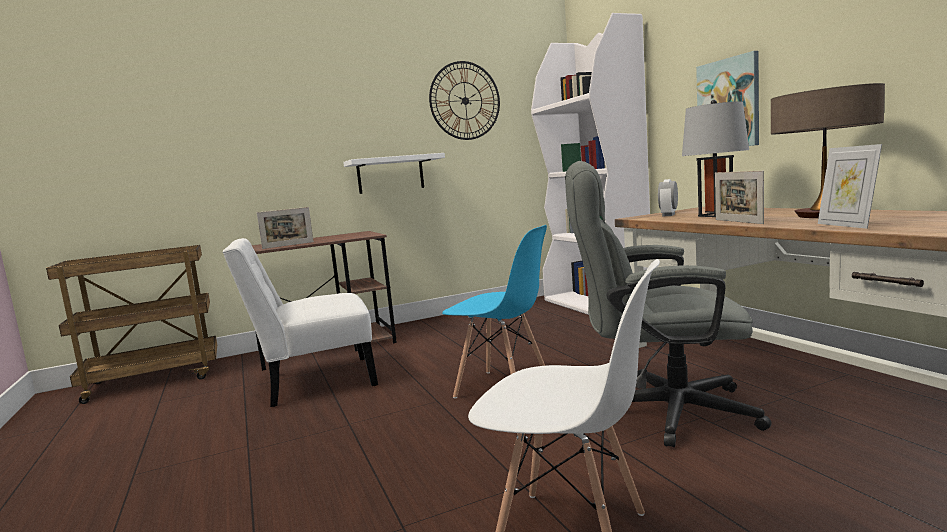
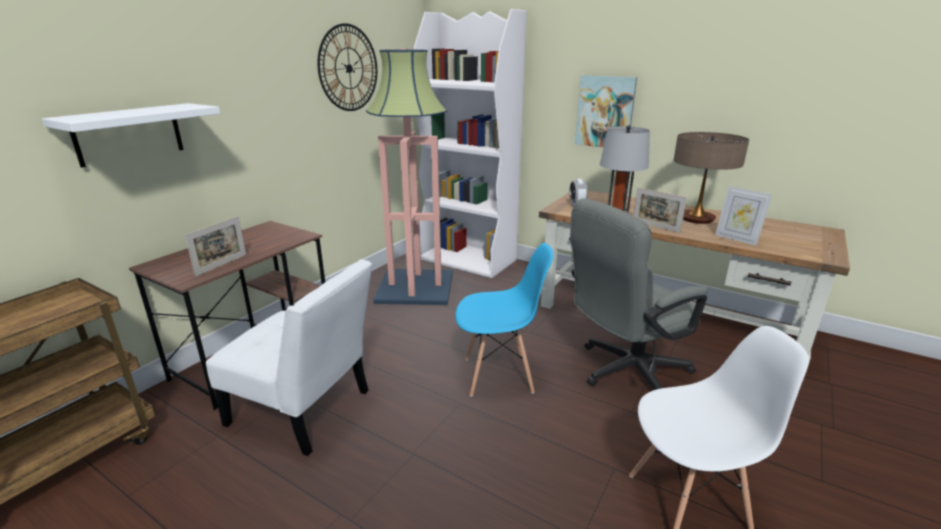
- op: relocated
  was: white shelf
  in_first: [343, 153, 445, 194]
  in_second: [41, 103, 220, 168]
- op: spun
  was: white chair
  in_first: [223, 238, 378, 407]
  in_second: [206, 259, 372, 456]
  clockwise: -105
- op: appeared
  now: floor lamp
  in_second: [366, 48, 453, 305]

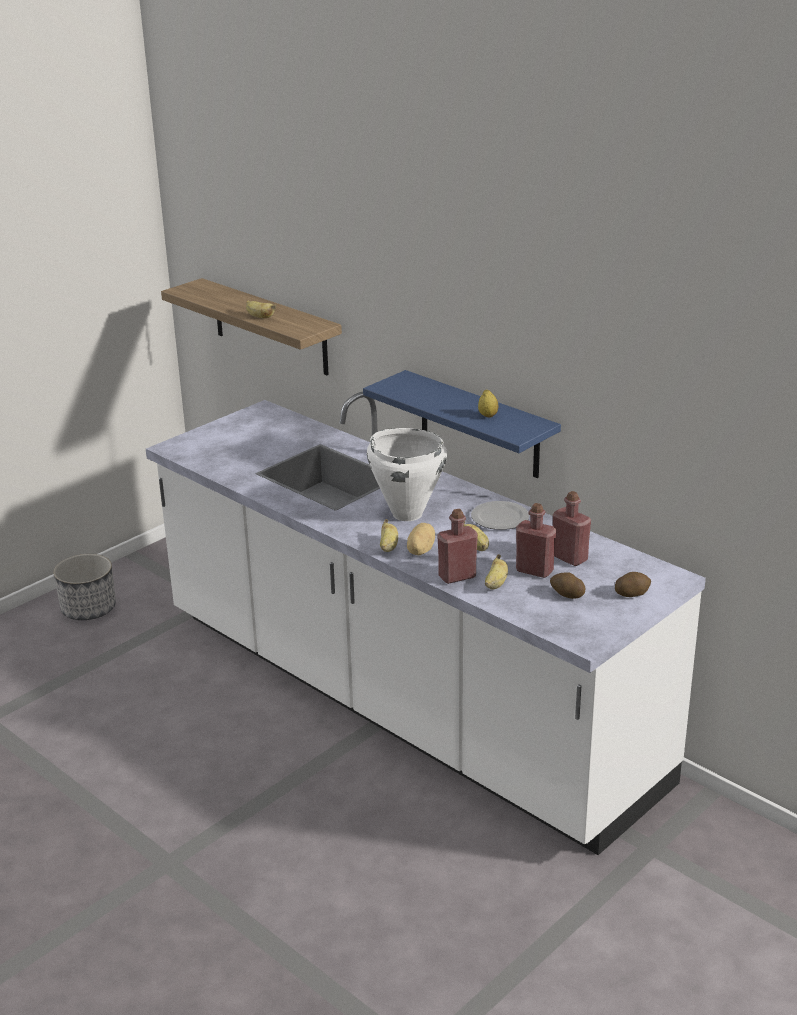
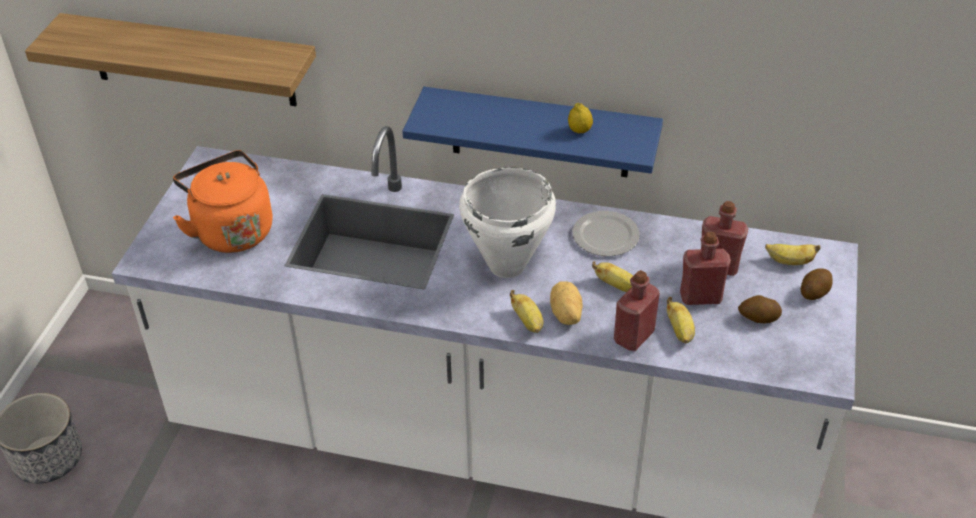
- op: relocated
  was: banana
  in_first: [246, 301, 276, 318]
  in_second: [765, 244, 820, 265]
- op: appeared
  now: orange kettle
  in_second: [173, 150, 273, 253]

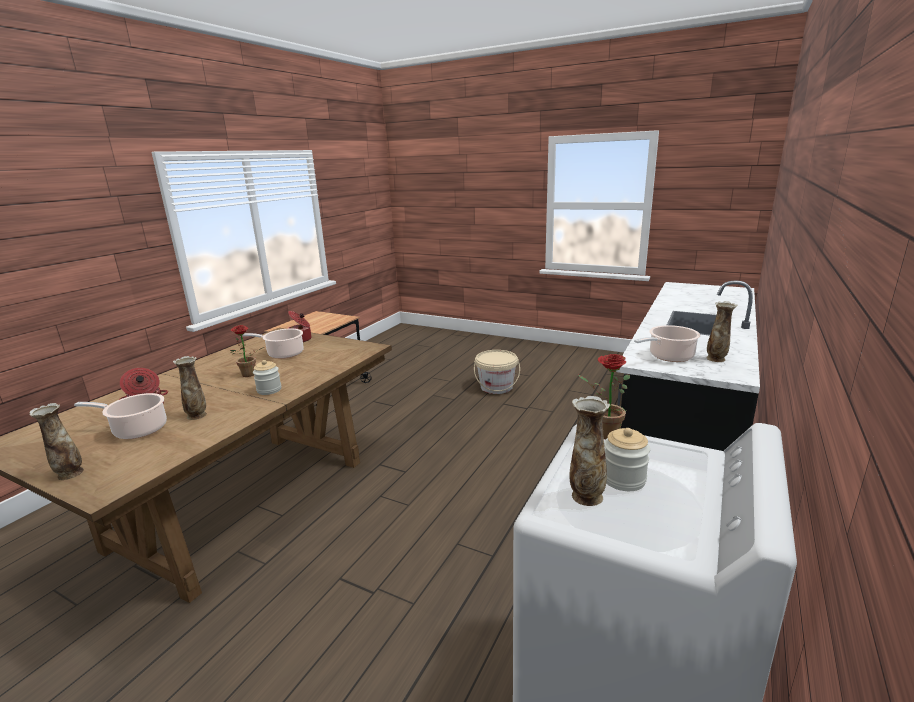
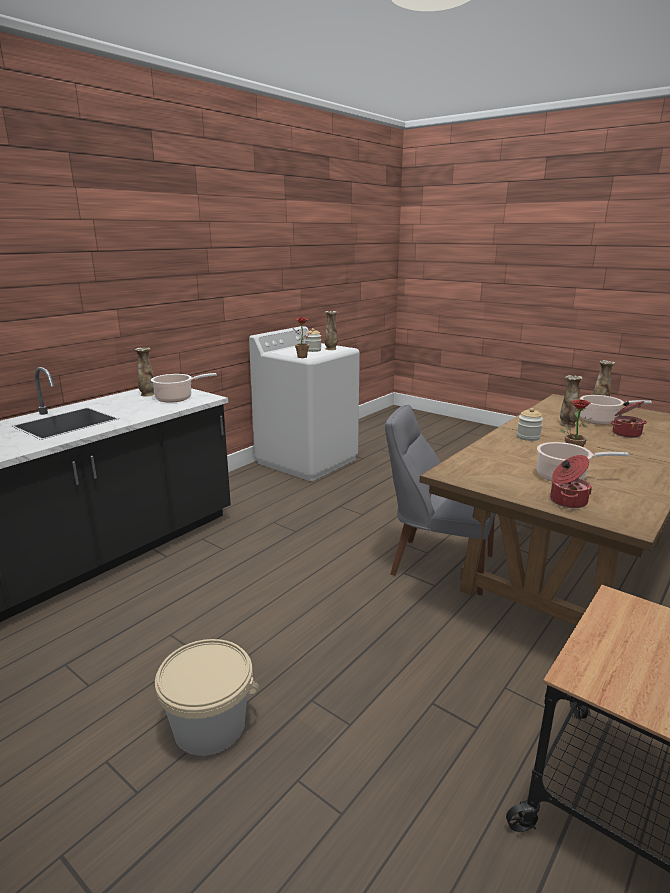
- op: appeared
  now: grey chair
  in_second: [385, 405, 495, 596]

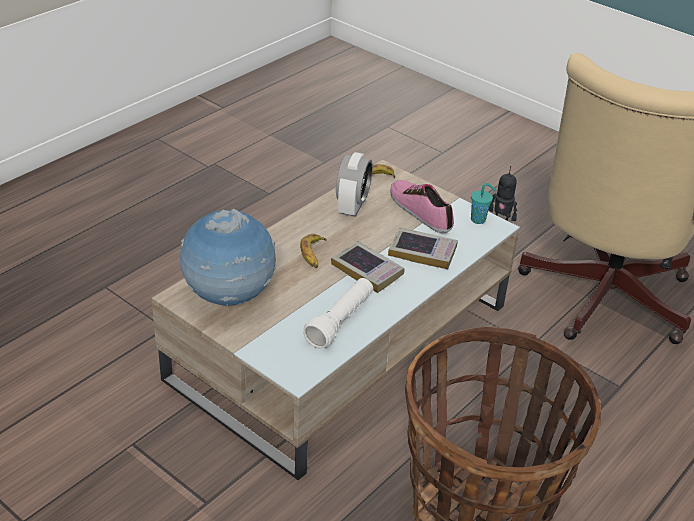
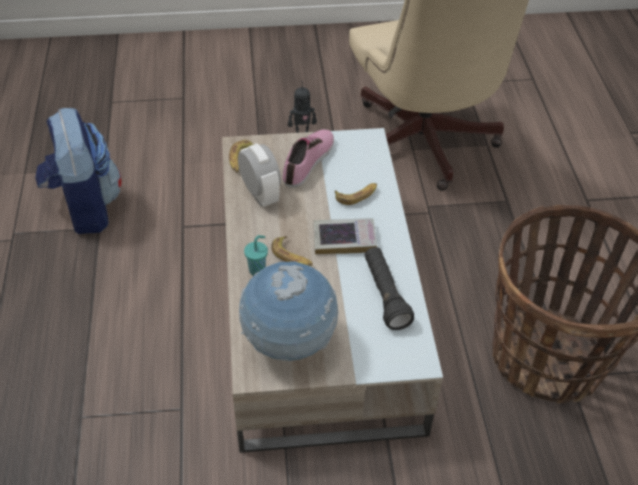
- op: spun
  was: shoe
  in_first: [390, 180, 454, 233]
  in_second: [282, 129, 334, 188]
  clockwise: 105
- op: relocated
  was: turquoise cup
  in_first: [471, 183, 496, 224]
  in_second: [244, 235, 268, 276]
- op: exchanged
  was: book
  now: banana
  in_first: [388, 227, 458, 270]
  in_second: [335, 183, 377, 205]
- op: colour
  was: white flashlight
  now: black flashlight
  in_first: [303, 278, 373, 349]
  in_second: [365, 247, 414, 330]
- op: appeared
  now: backpack
  in_second: [35, 108, 121, 234]

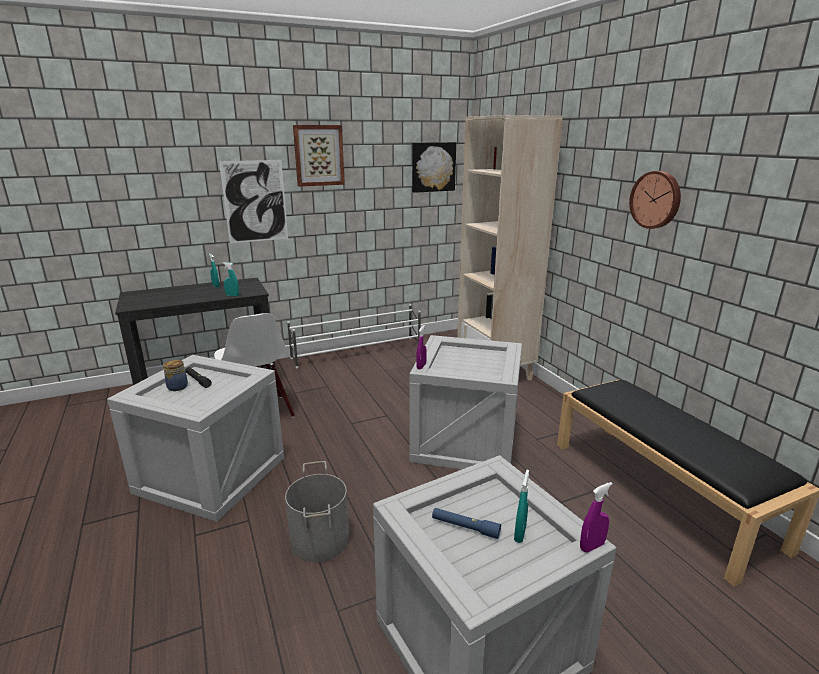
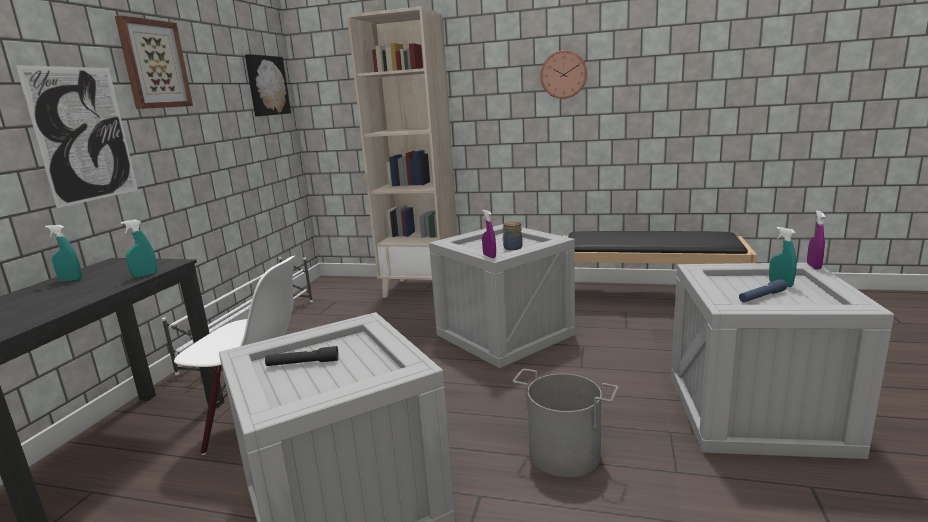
- op: relocated
  was: jar
  in_first: [163, 360, 188, 391]
  in_second: [502, 221, 523, 250]

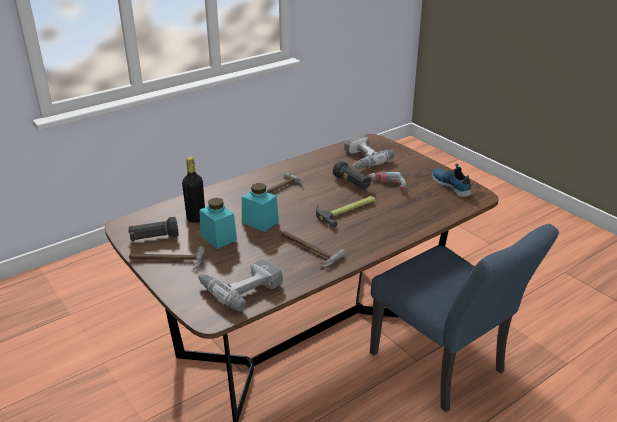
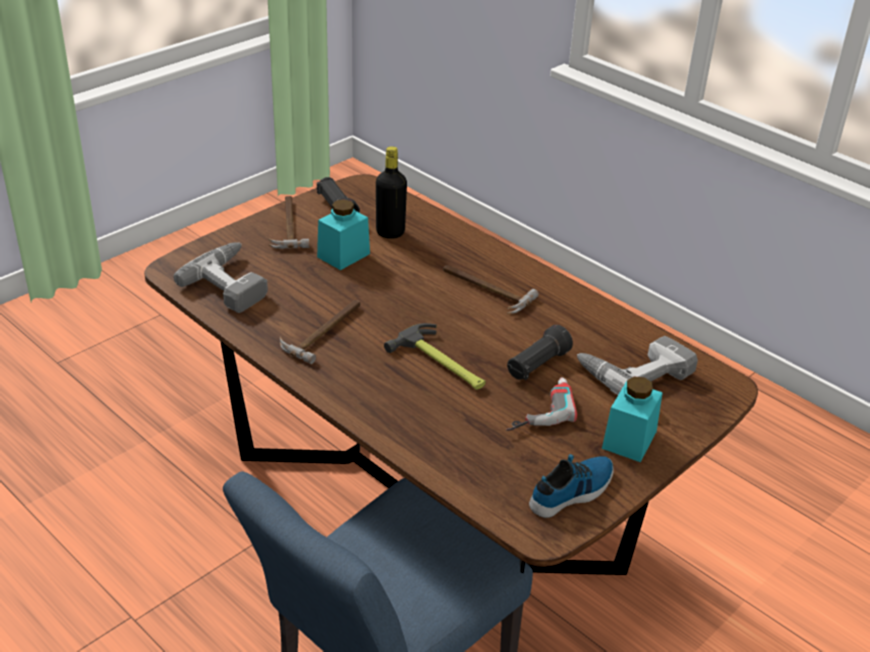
- op: relocated
  was: turquoise jar
  in_first: [242, 183, 279, 232]
  in_second: [602, 377, 663, 462]

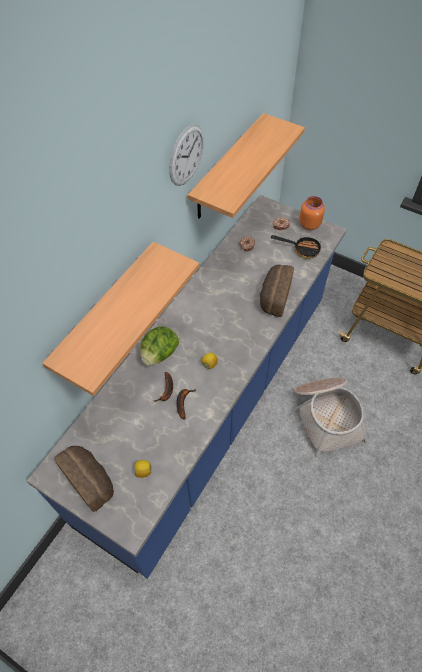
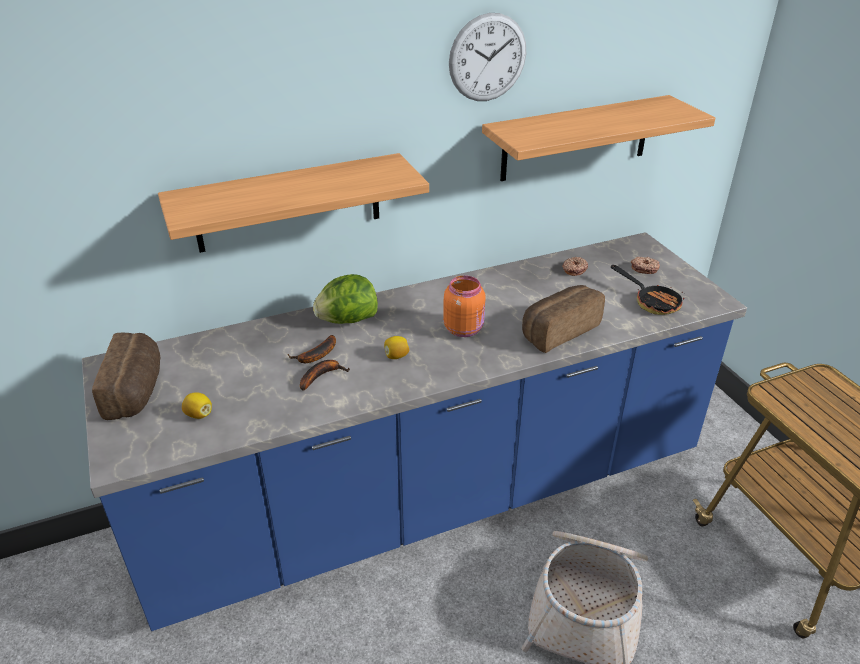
- op: relocated
  was: orange jar
  in_first: [299, 196, 325, 230]
  in_second: [443, 276, 486, 337]

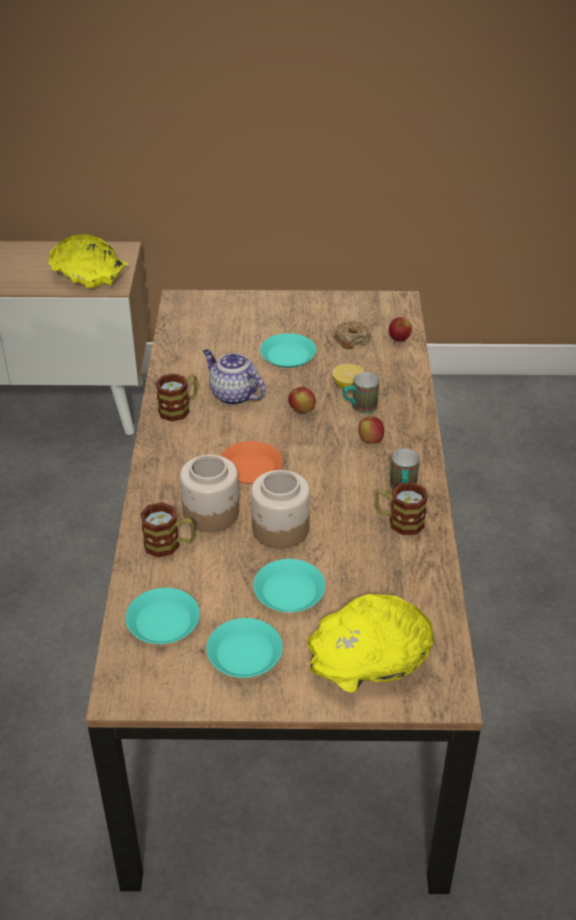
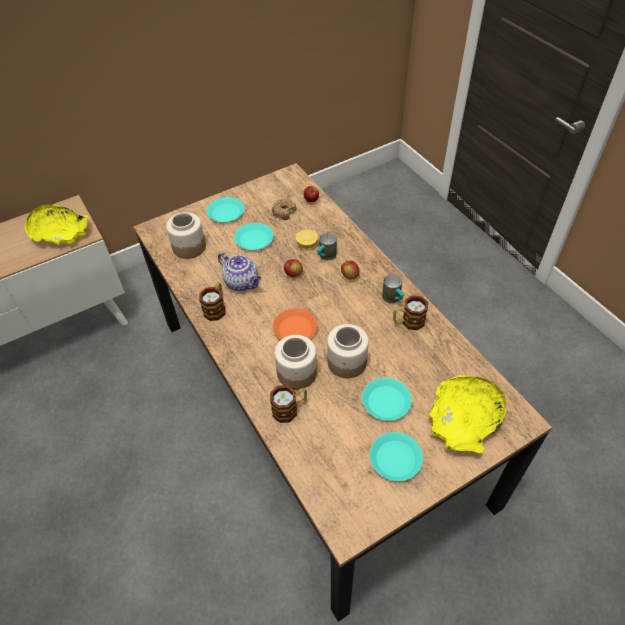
- op: spun
  was: teapot
  in_first: [203, 349, 265, 405]
  in_second: [218, 252, 261, 291]
  clockwise: -150
- op: relocated
  was: turquoise plate
  in_first: [125, 588, 200, 644]
  in_second: [207, 197, 244, 223]
- op: appeared
  now: jar
  in_second: [166, 212, 206, 259]

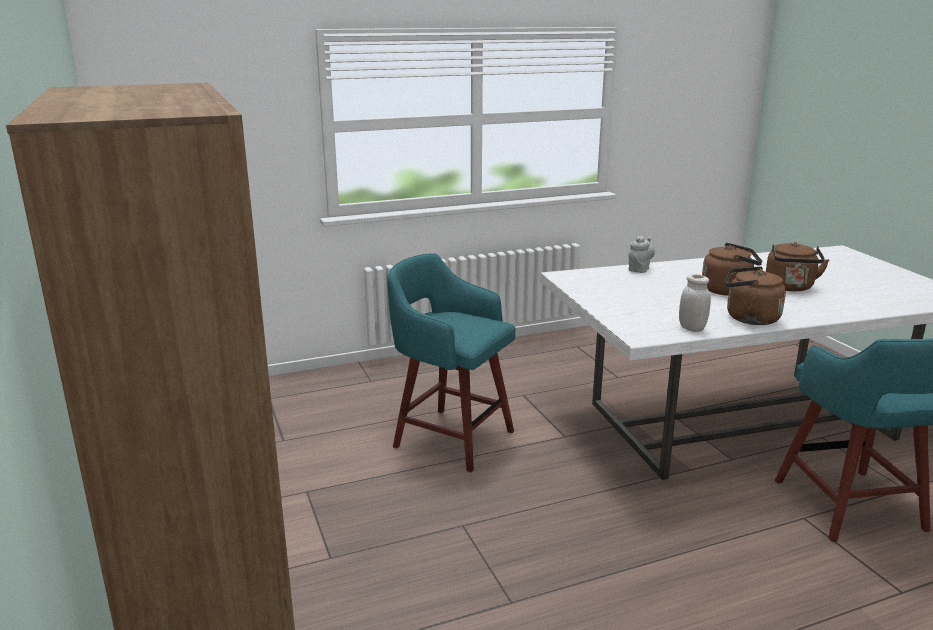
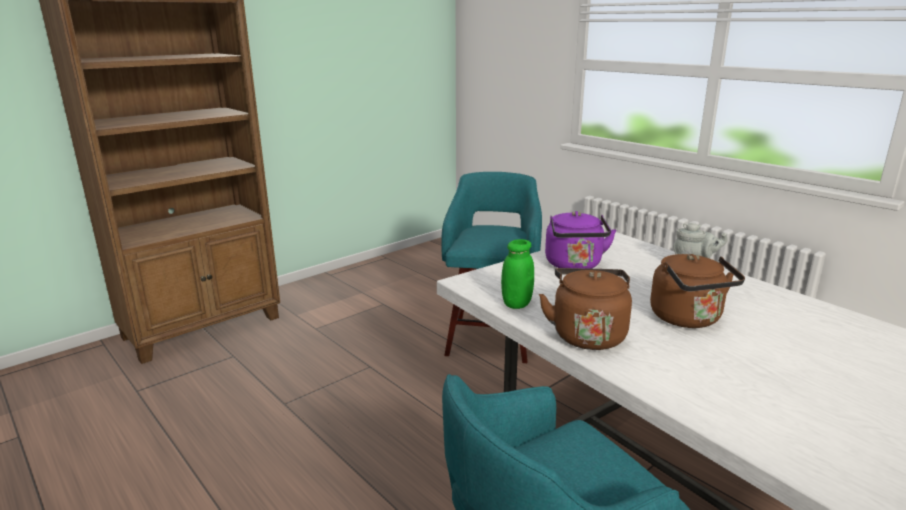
- op: missing
  was: brown kettle
  in_first: [766, 242, 829, 291]
- op: colour
  was: white jar
  now: green jar
  in_first: [679, 274, 711, 332]
  in_second: [501, 239, 534, 309]
- op: appeared
  now: purple kettle
  in_second: [545, 211, 616, 269]

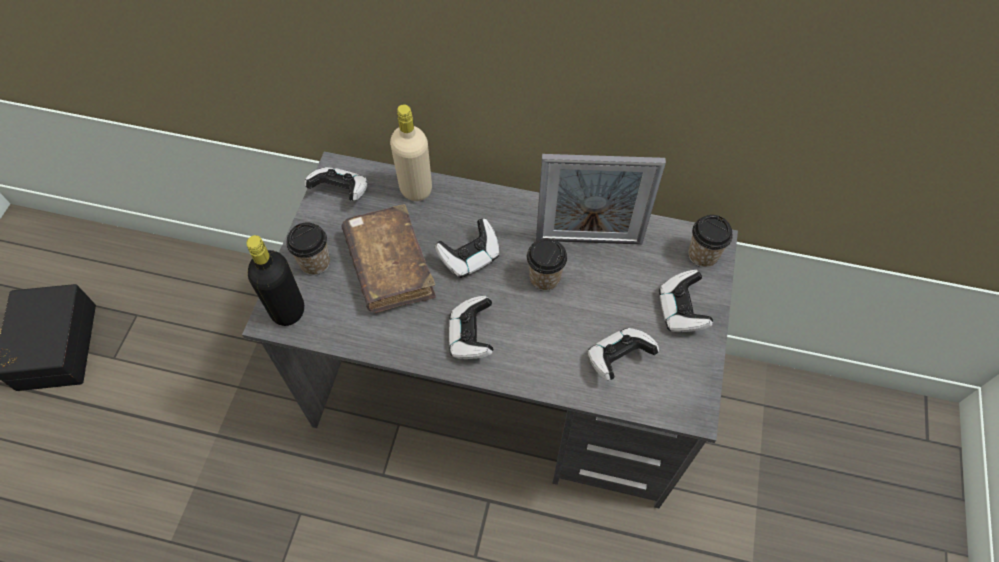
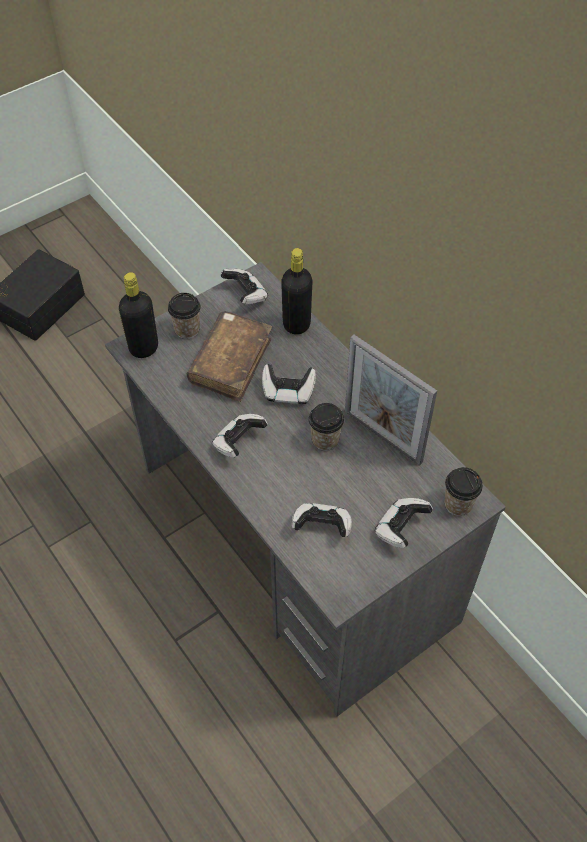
- op: colour
  was: beige bottle
  now: black bottle
  in_first: [390, 104, 432, 201]
  in_second: [281, 248, 313, 335]

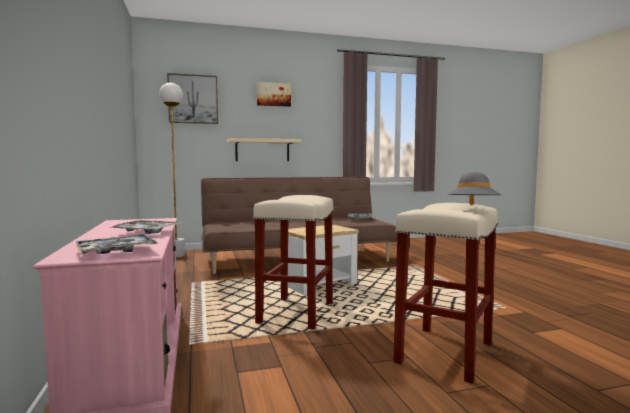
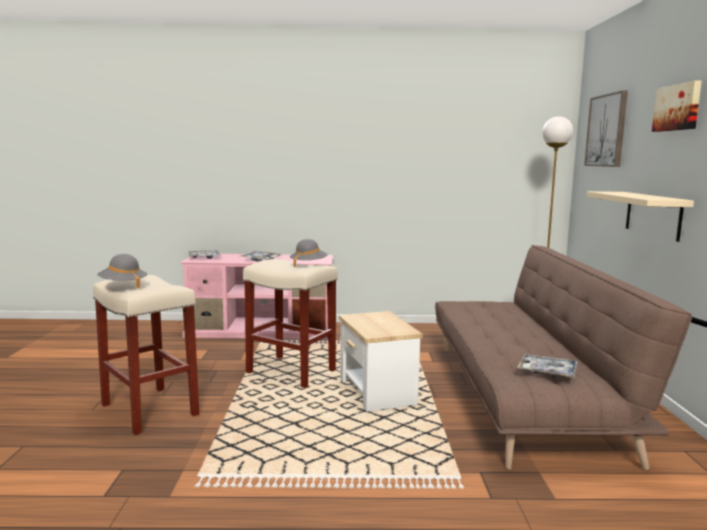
- op: appeared
  now: grey hat
  in_second: [290, 239, 328, 267]

